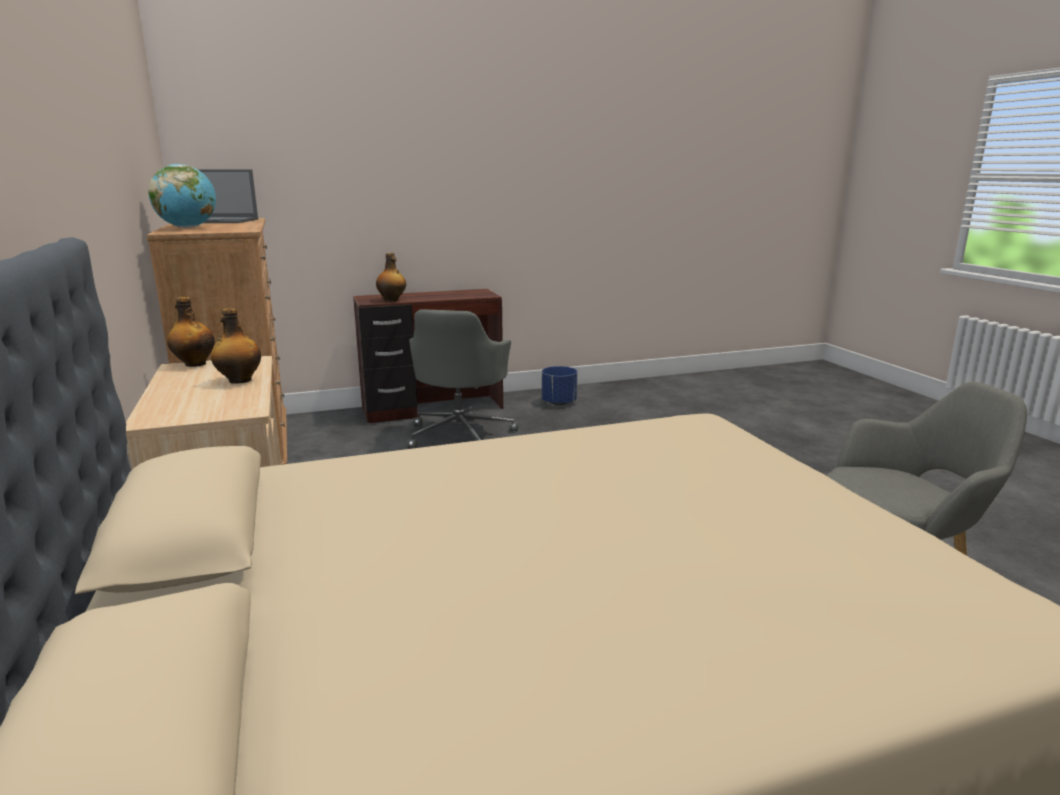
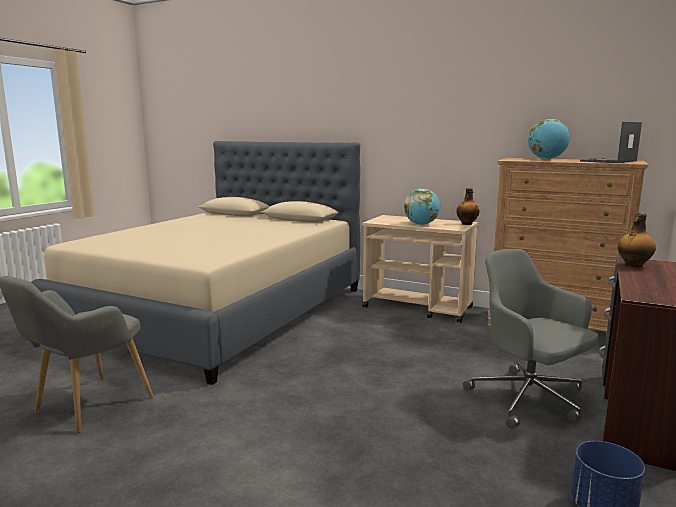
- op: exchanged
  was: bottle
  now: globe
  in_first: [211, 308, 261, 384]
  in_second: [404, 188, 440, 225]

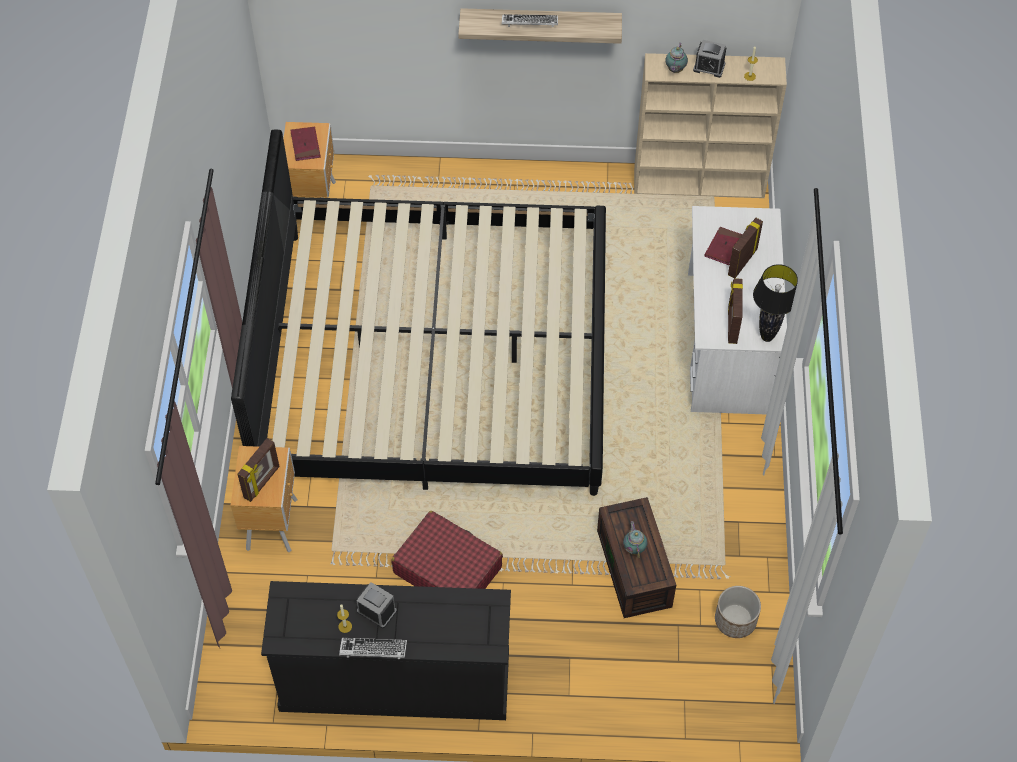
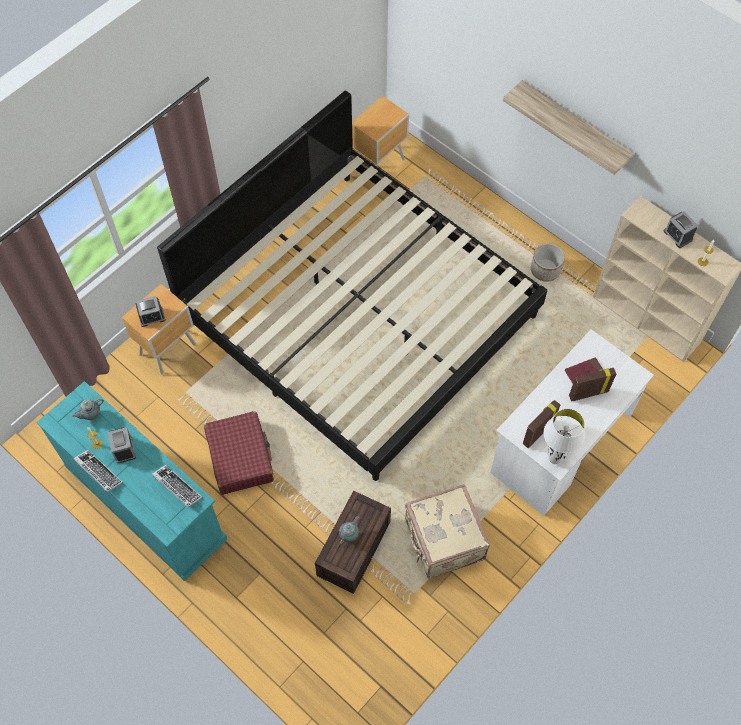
- op: relocated
  was: keyboard
  in_first: [502, 14, 558, 27]
  in_second: [152, 465, 202, 508]
- op: relocated
  was: teapot
  in_first: [665, 43, 688, 73]
  in_second: [72, 399, 104, 420]
- op: missing
  was: red book
  in_first: [291, 127, 321, 161]
- op: colour
  was: black table lamp
  now: white table lamp
  in_first: [753, 264, 798, 342]
  in_second: [544, 409, 585, 464]
- op: exchanged
  was: picture frame
  now: alarm clock
  in_first: [237, 438, 279, 502]
  in_second: [135, 296, 166, 327]
- op: colour
  was: black dresser
  now: turquoise dresser
  in_first: [261, 581, 511, 720]
  in_second: [37, 381, 227, 581]
- op: relocated
  was: planter
  in_first: [715, 586, 761, 638]
  in_second: [531, 243, 564, 281]
- op: appeared
  now: beige suitcase
  in_second: [405, 484, 490, 578]

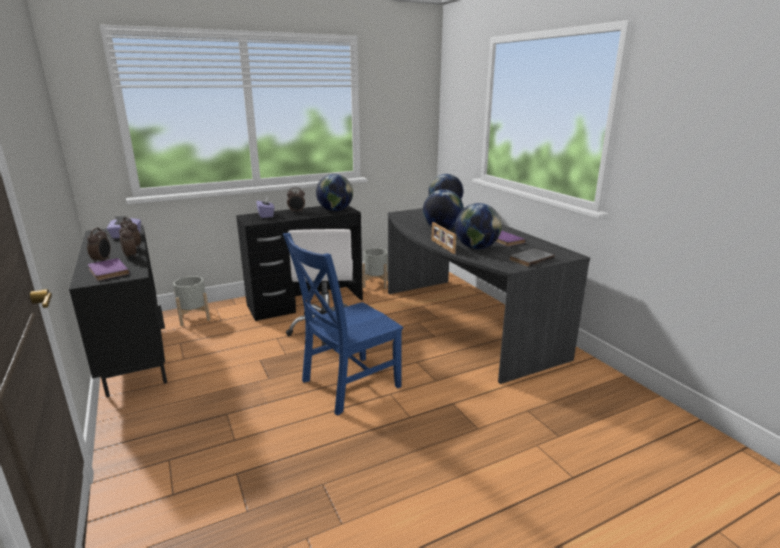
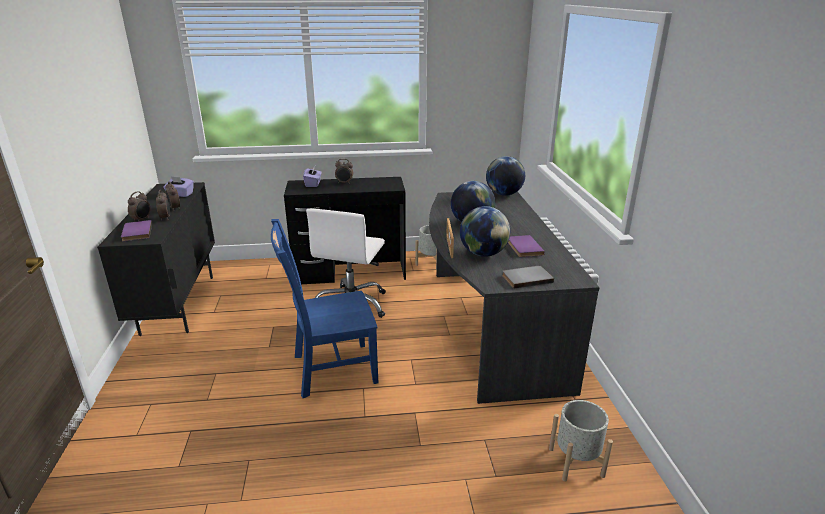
- op: missing
  was: globe
  in_first: [316, 174, 353, 211]
- op: relocated
  was: grey planter
  in_first: [173, 276, 210, 326]
  in_second: [549, 400, 613, 481]

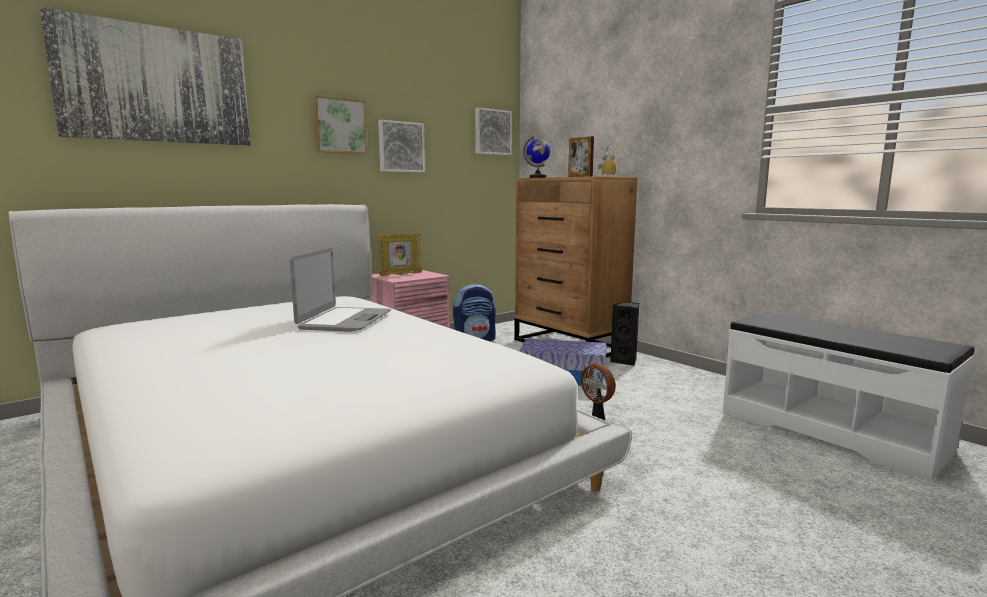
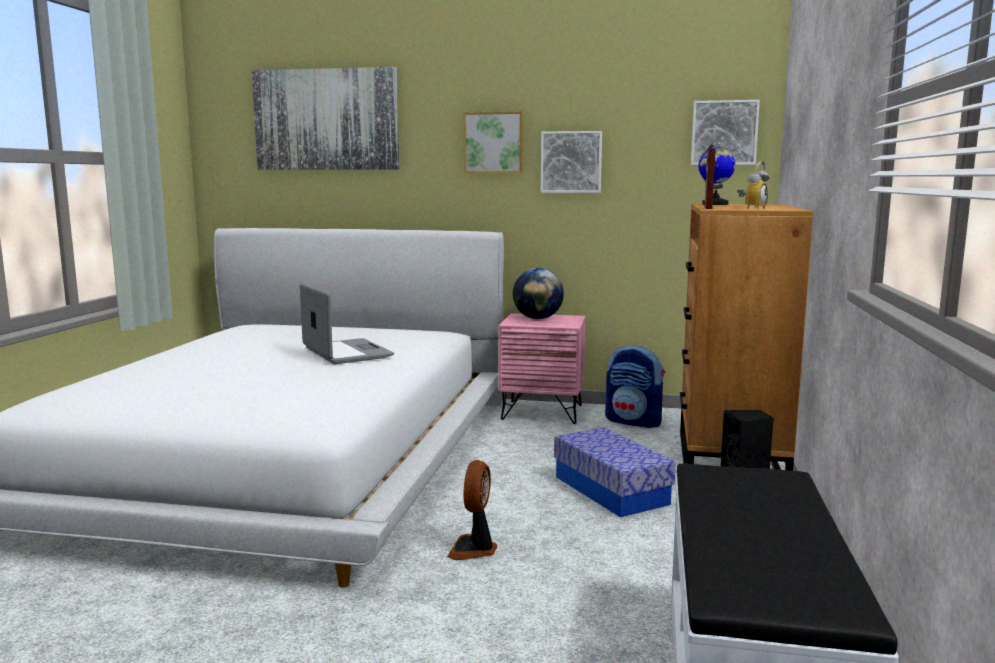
- op: exchanged
  was: picture frame
  now: globe
  in_first: [378, 233, 422, 276]
  in_second: [513, 268, 564, 319]
- op: spun
  was: laptop
  in_first: [290, 248, 391, 332]
  in_second: [300, 283, 394, 364]
  clockwise: -90

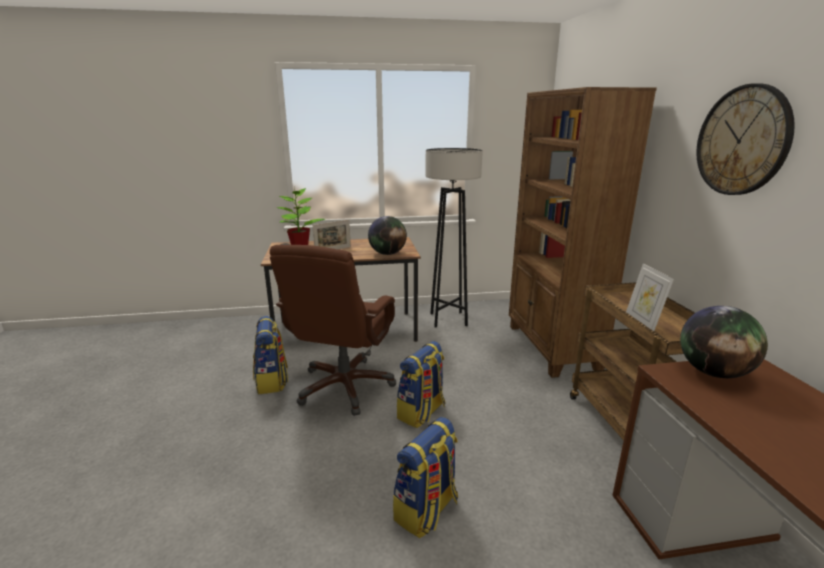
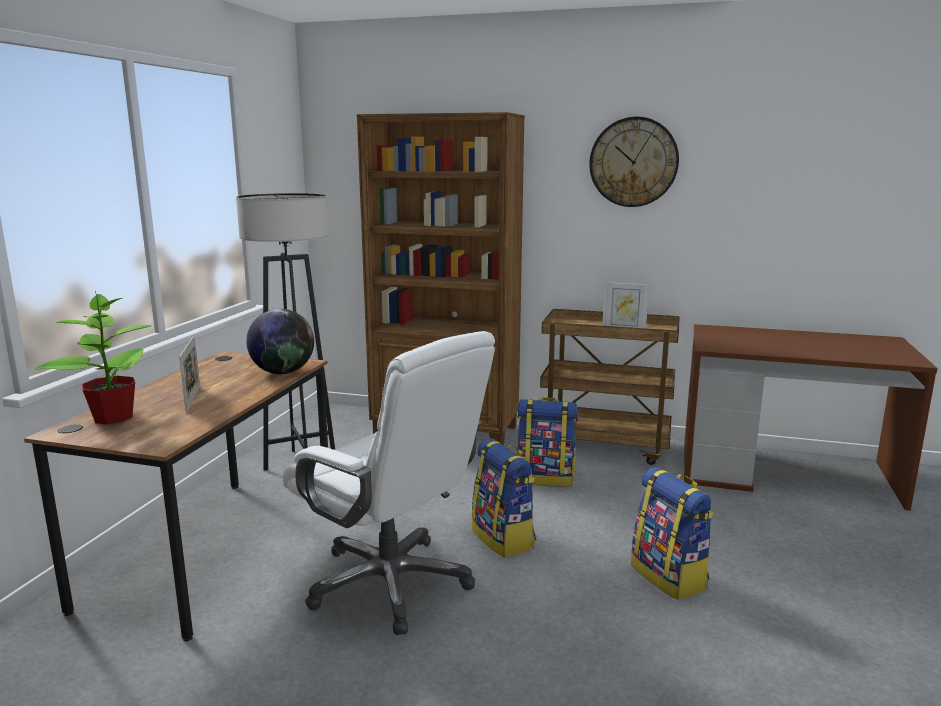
- op: colour
  was: brown office chair
  now: white office chair
  in_first: [270, 245, 396, 416]
  in_second: [283, 331, 495, 635]
- op: missing
  was: globe
  in_first: [680, 306, 768, 378]
- op: relocated
  was: backpack
  in_first: [253, 316, 288, 394]
  in_second: [517, 397, 578, 487]

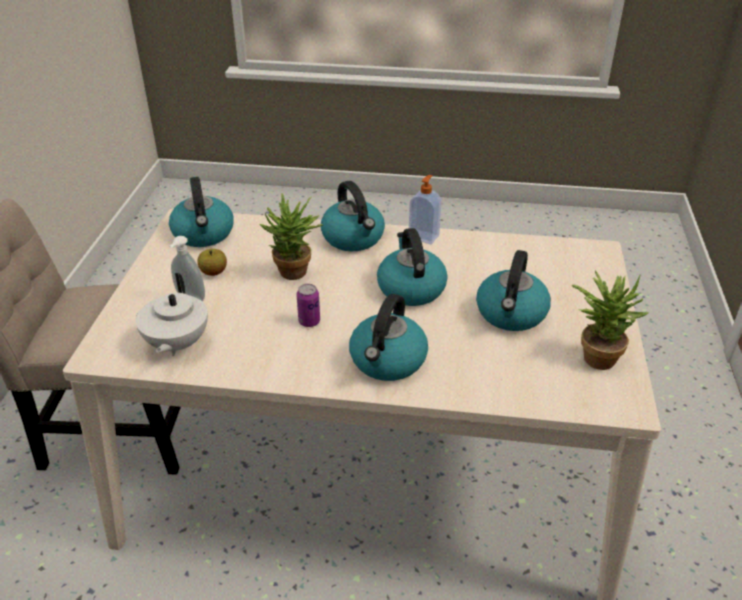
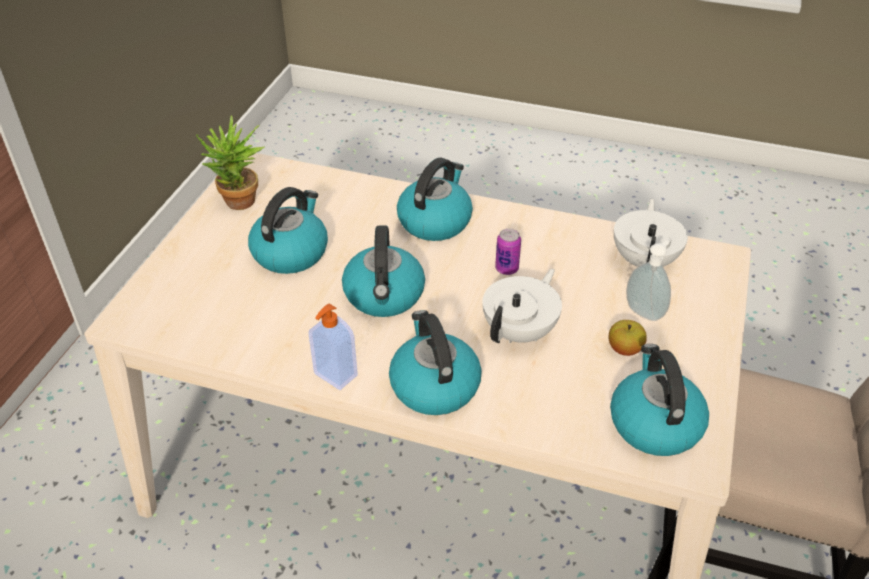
- op: exchanged
  was: potted plant
  now: white teapot
  in_first: [260, 193, 323, 280]
  in_second: [482, 269, 562, 343]

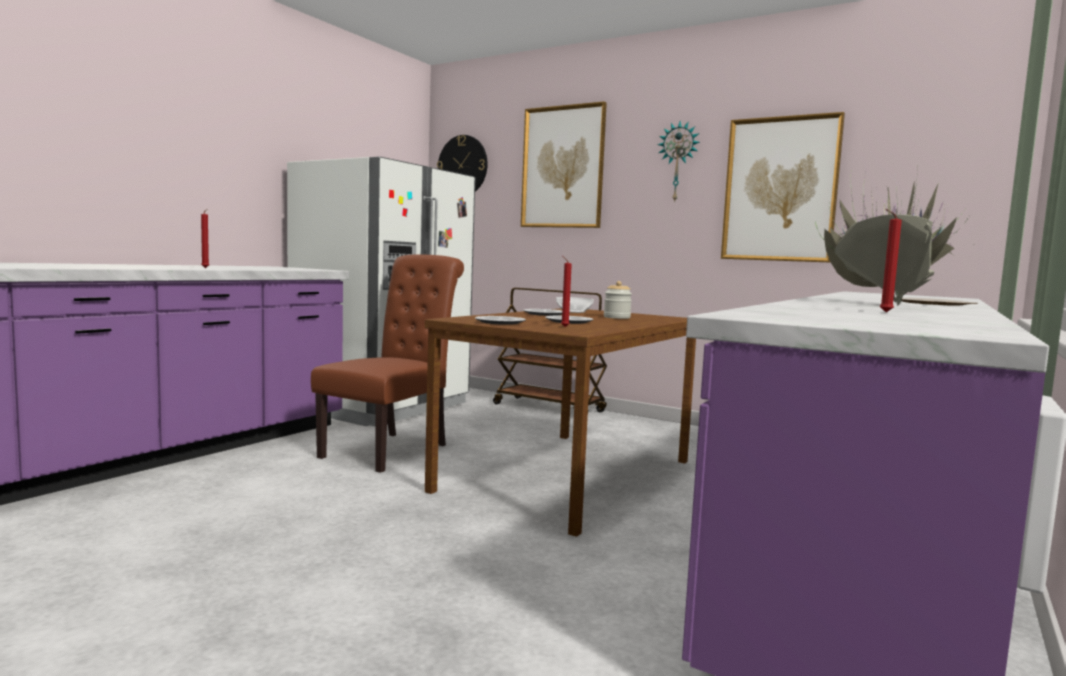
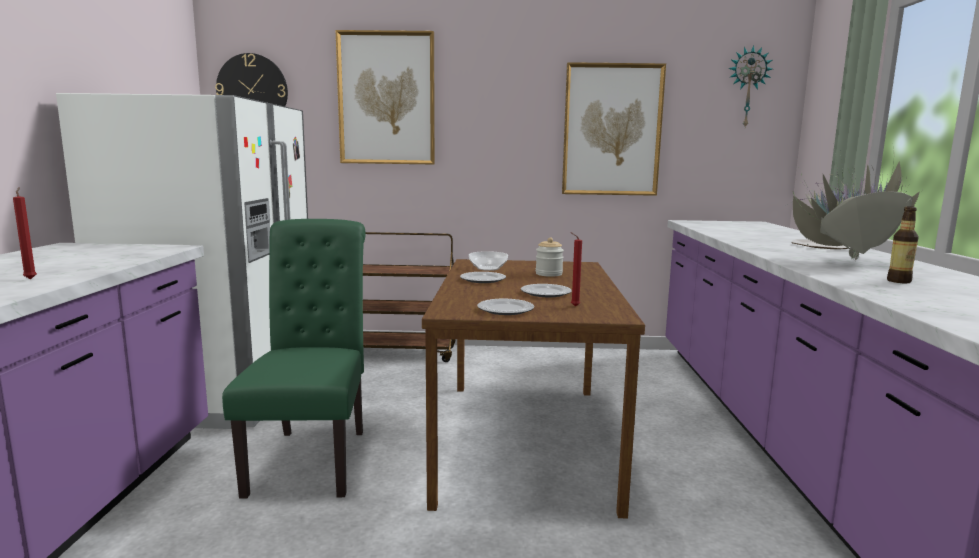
- op: relocated
  was: wall clock
  in_first: [658, 121, 700, 203]
  in_second: [729, 45, 772, 127]
- op: missing
  was: red candle
  in_first: [880, 209, 902, 312]
- op: colour
  was: brown chair
  now: green chair
  in_first: [311, 254, 464, 473]
  in_second: [222, 219, 366, 499]
- op: appeared
  now: bottle
  in_second: [887, 206, 919, 283]

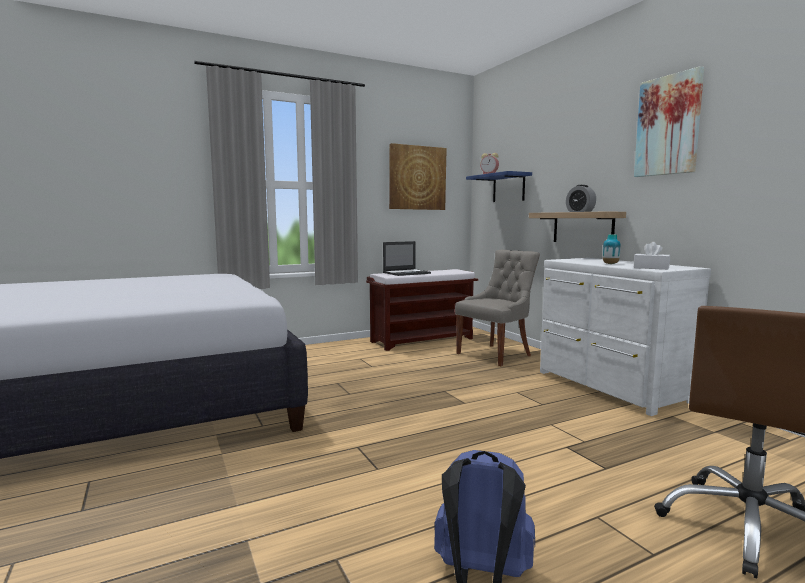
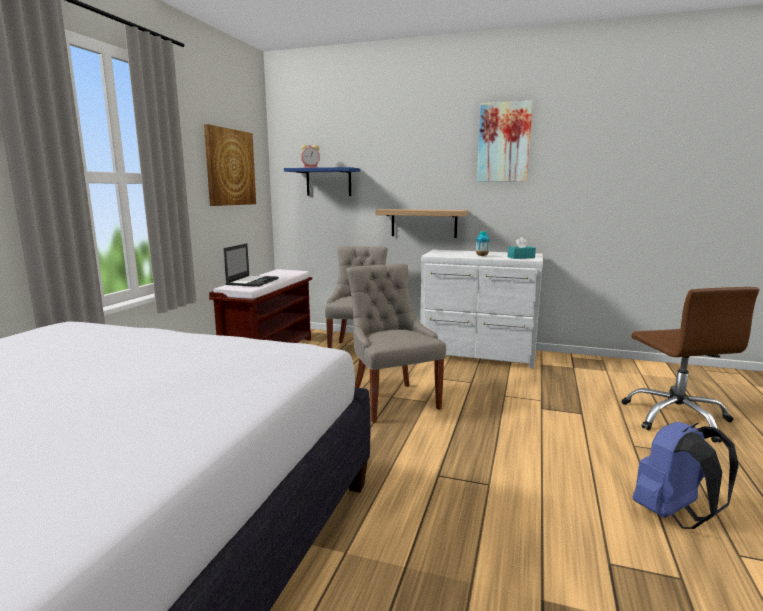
- op: missing
  was: alarm clock
  in_first: [566, 185, 596, 212]
- op: colour
  was: white tissue box
  now: turquoise tissue box
  in_first: [634, 242, 670, 270]
  in_second: [508, 237, 536, 259]
- op: appeared
  now: grey chair
  in_second: [346, 264, 446, 423]

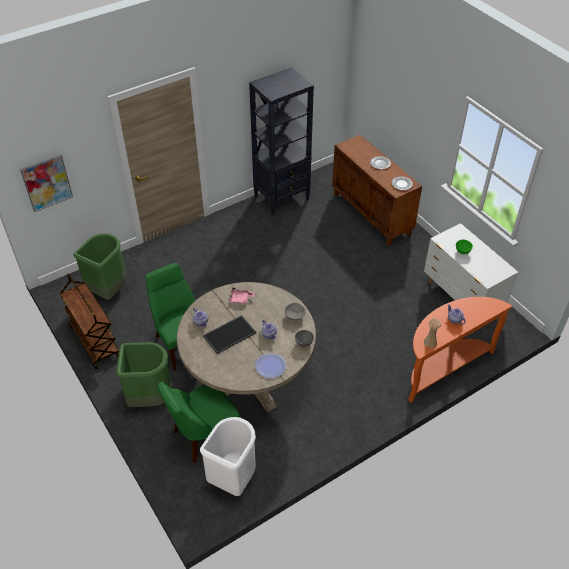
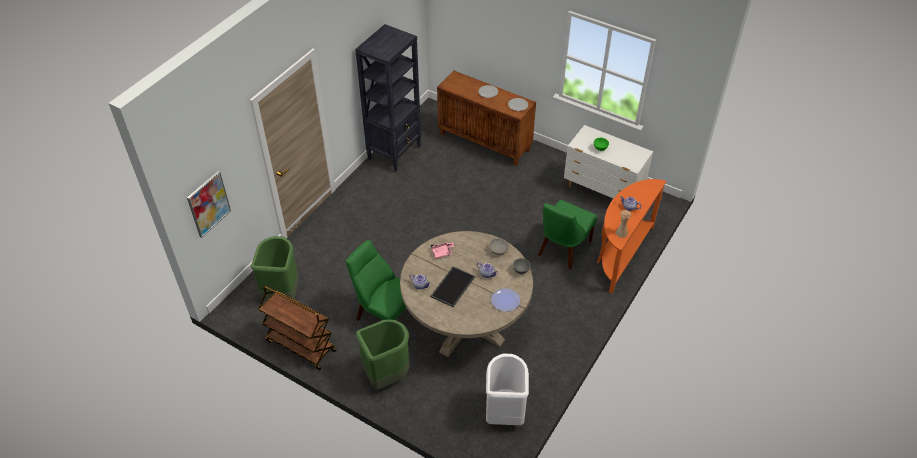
- op: relocated
  was: green chair
  in_first: [158, 382, 240, 463]
  in_second: [538, 200, 597, 270]

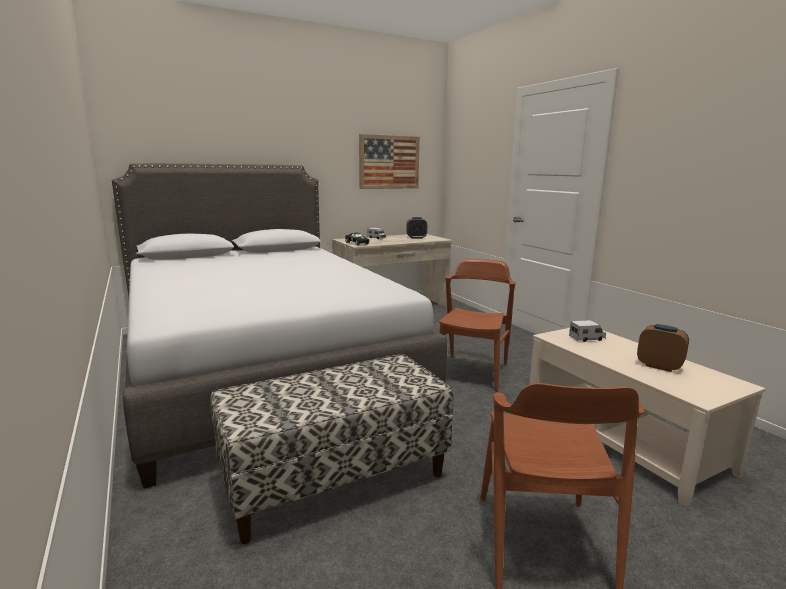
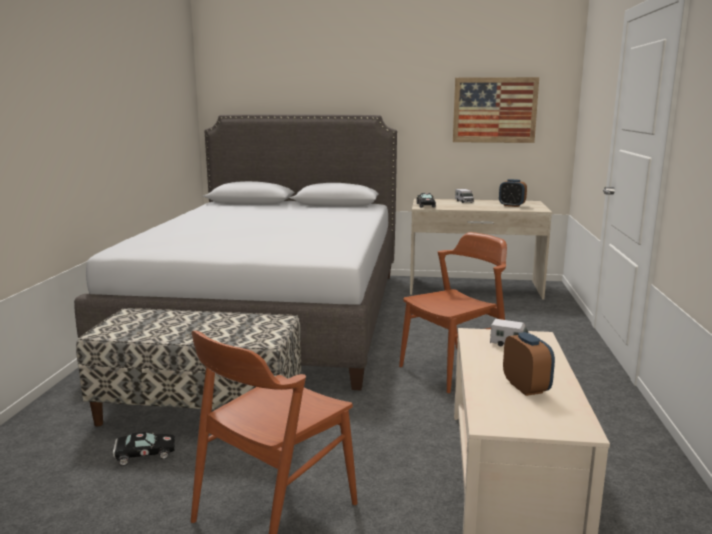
- op: appeared
  now: black toy car
  in_second: [113, 432, 175, 466]

